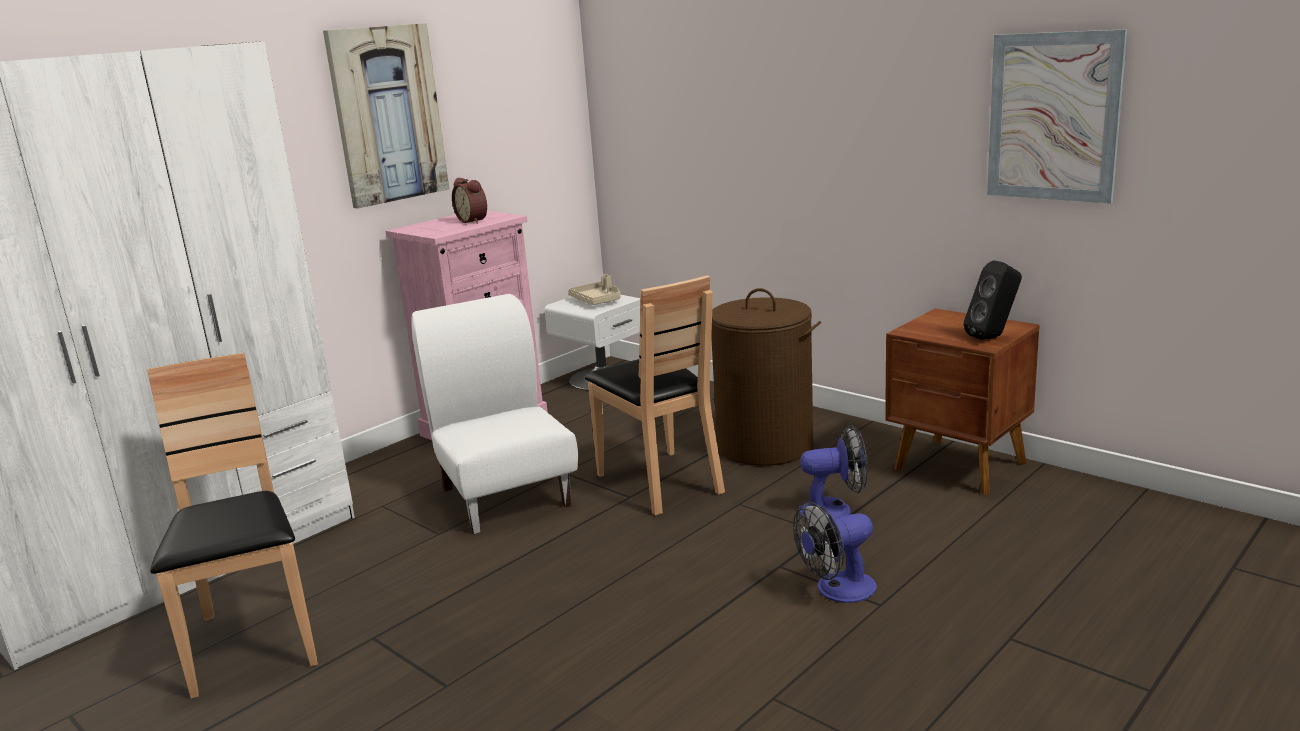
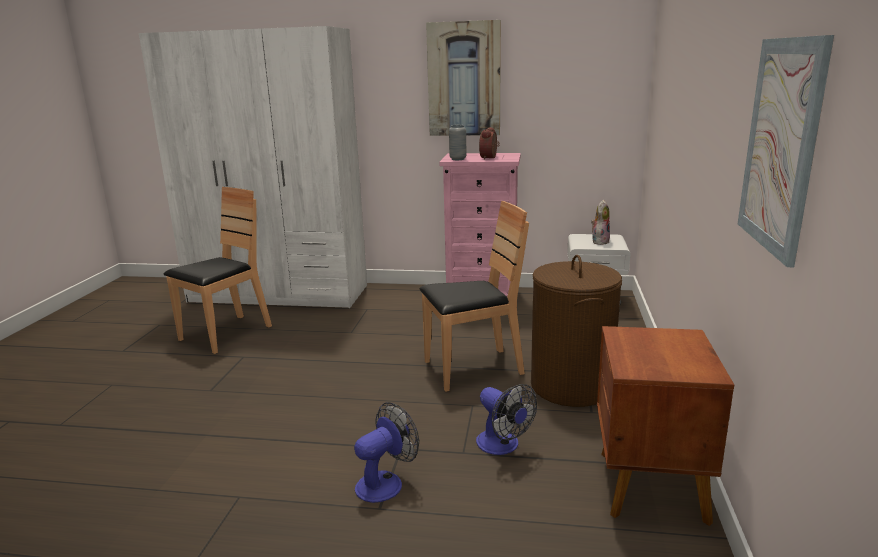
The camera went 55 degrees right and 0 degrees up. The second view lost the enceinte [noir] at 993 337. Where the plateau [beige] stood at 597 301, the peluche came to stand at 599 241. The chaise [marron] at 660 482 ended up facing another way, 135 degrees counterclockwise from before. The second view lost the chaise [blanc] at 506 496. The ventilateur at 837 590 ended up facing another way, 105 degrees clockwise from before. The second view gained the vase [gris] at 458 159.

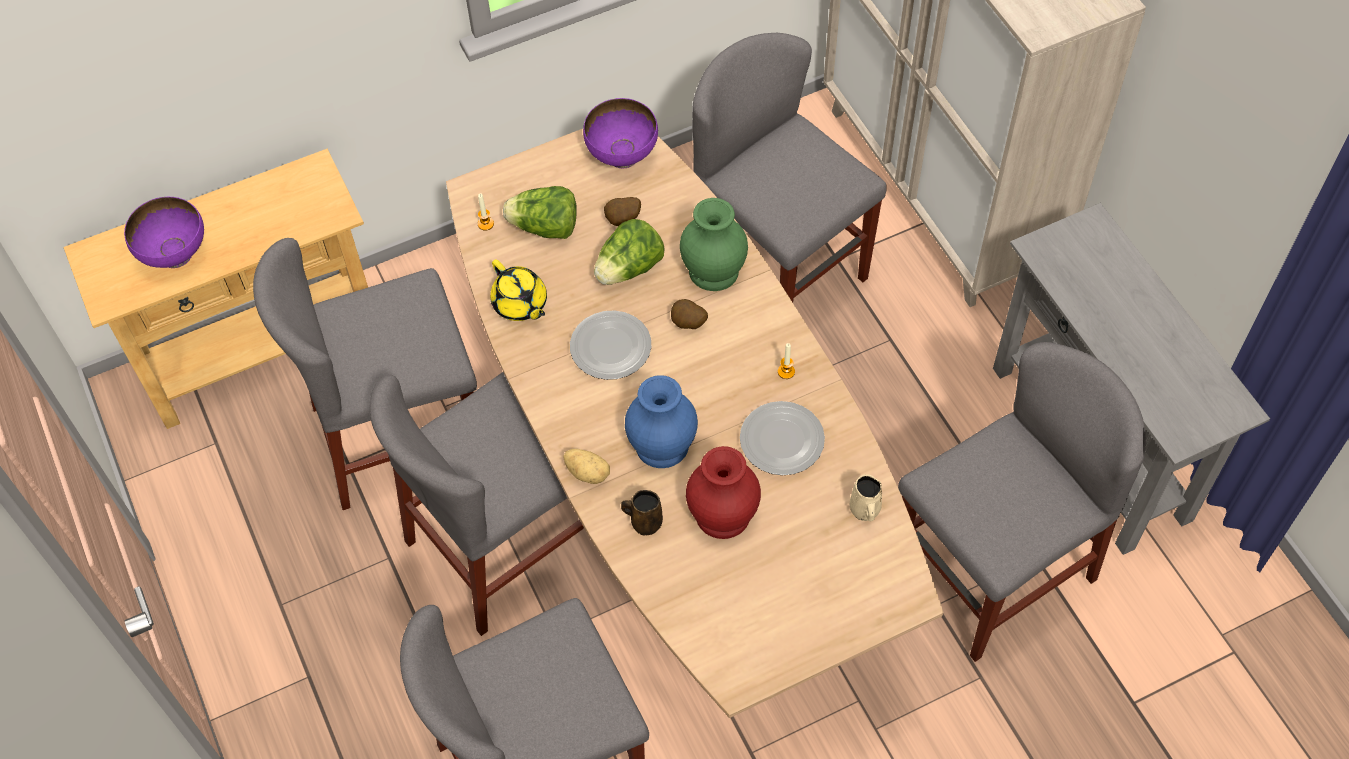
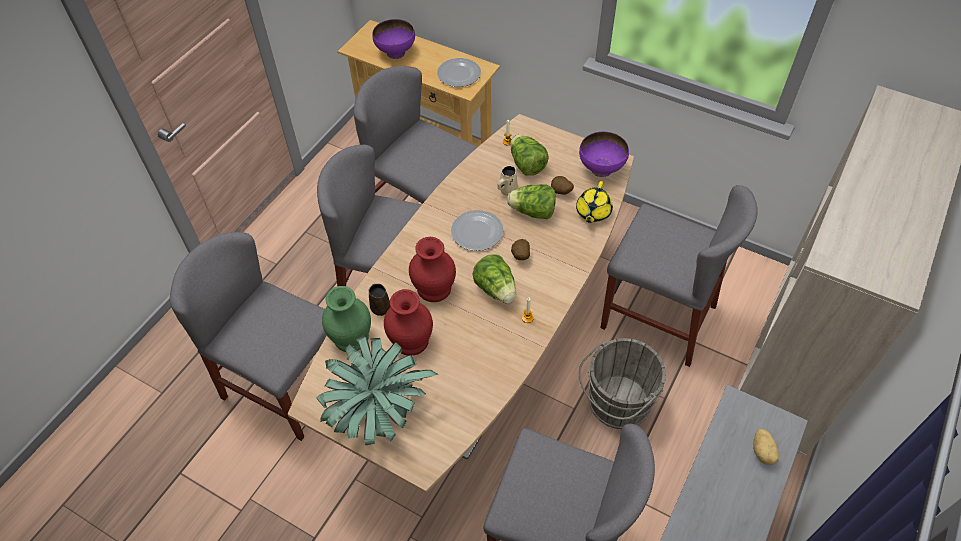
The camera went 55 degrees right and 5 degrees down. The chaise [gris] at 777 270 ended up facing another way, 105 degrees clockwise from before. The vase [vert] ended up elsewhere, having gone from 715 271 to 351 337. The théière [jaune] ended up elsewhere, having gone from 520 304 to 593 212. What was the vase [bleu] at 663 445 turned into the vase [rouge] at 434 288. The assiette ended up elsewhere, having gone from 782 441 to 458 74. The pomme de terre ended up elsewhere, having gone from 588 472 to 763 452. The mug [beige] ended up elsewhere, having gone from 865 511 to 507 190. The second view gained the laitue at 496 289. The second view gained the plante en pot at 377 408. The second view gained the seau [gris] at 615 404.

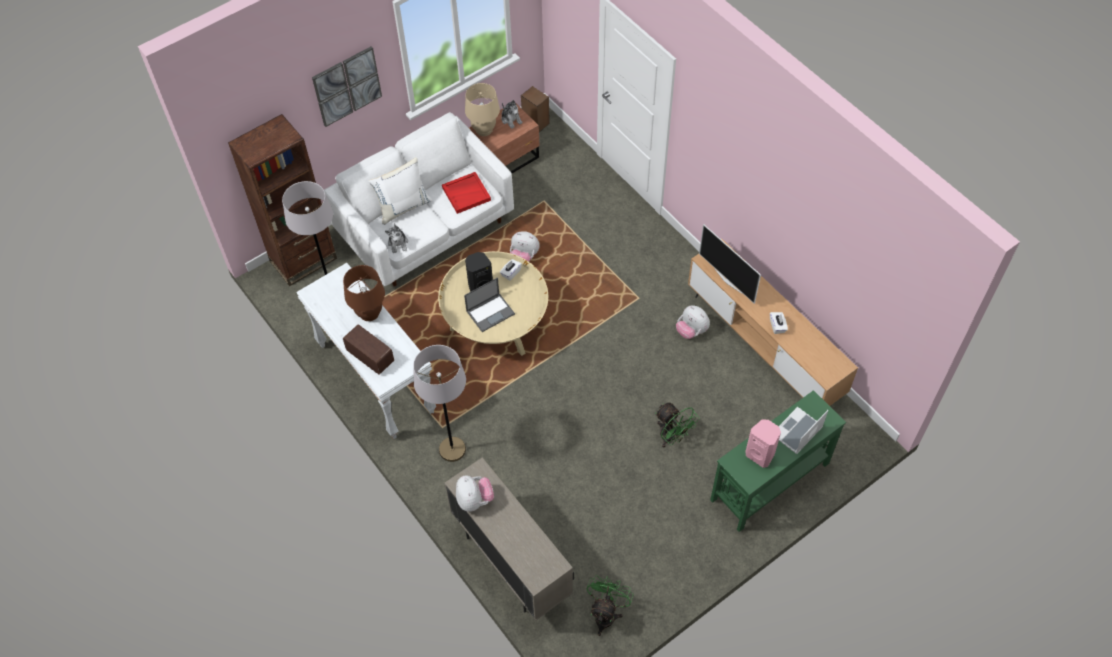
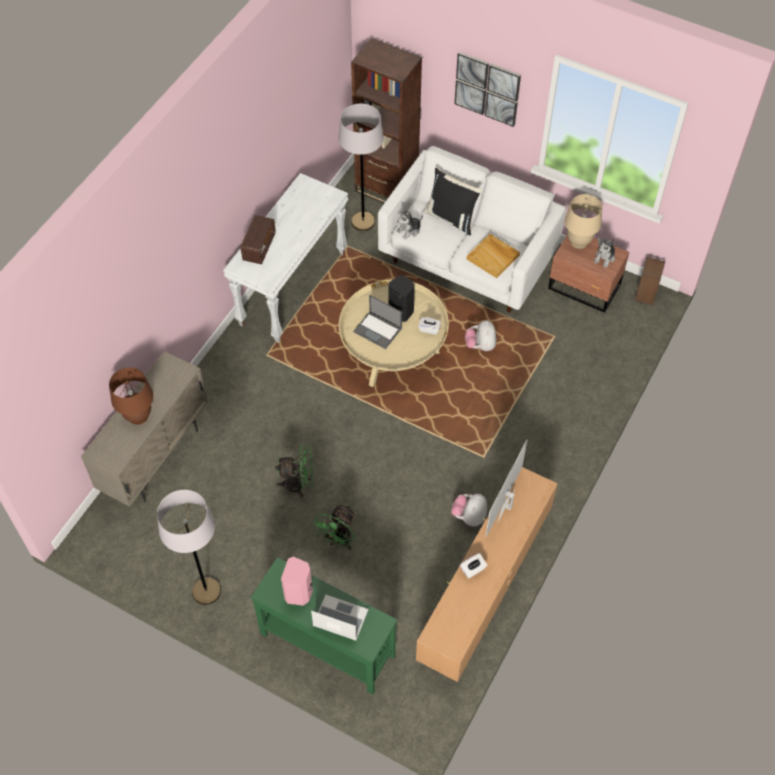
The camera went 65 degrees right and 0 degrees up. What was the coussin [blanc] at 403 206 turned into the coussin [noir] at 451 218. What was the plateau [rouge] at 466 193 turned into the plateau [beige] at 493 257. The lampe de table [marron] ended up elsewhere, having gone from 369 313 to 138 415. The lampadaire [gris] ended up elsewhere, having gone from 452 449 to 206 591. The second view lost the peluche at 475 500. The ventilateur [vert] ended up elsewhere, having gone from 606 613 to 299 484.

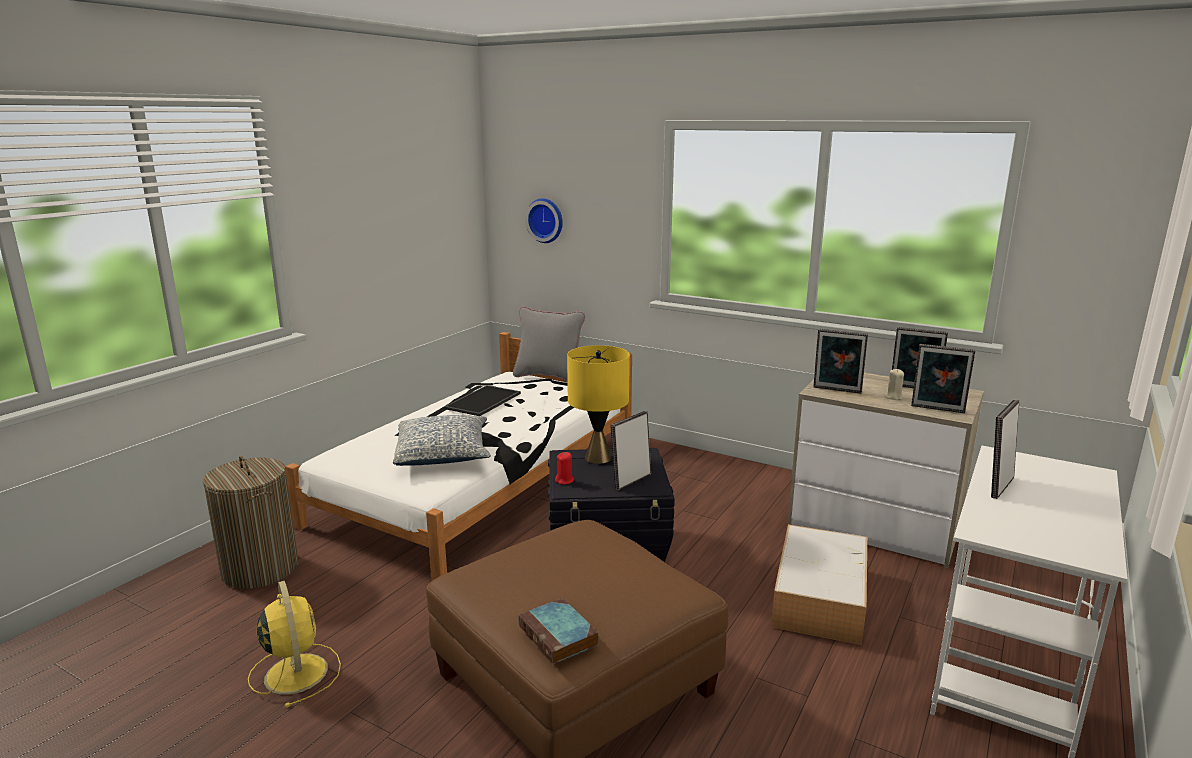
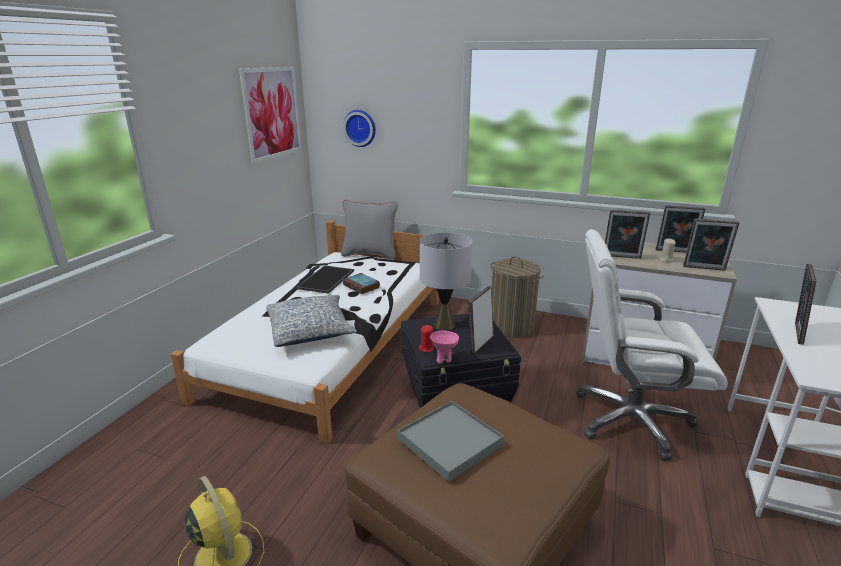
The camera went 10 degrees left and 5 degrees up. What was the lampe de table [jaune] at 597 458 turned into the lampe de table [gris] at 444 325. The panier à linge ended up elsewhere, having gone from 260 569 to 511 327. Where the boîte de rangement stood at 819 595, the chaise de bureau [blanc] came to stand at 630 420. The livre ended up elsewhere, having gone from 559 636 to 362 286. The second view gained the tableau at 272 113. The second view gained the bol [rose] at 443 360. The second view gained the plateau [gris] at 450 442.

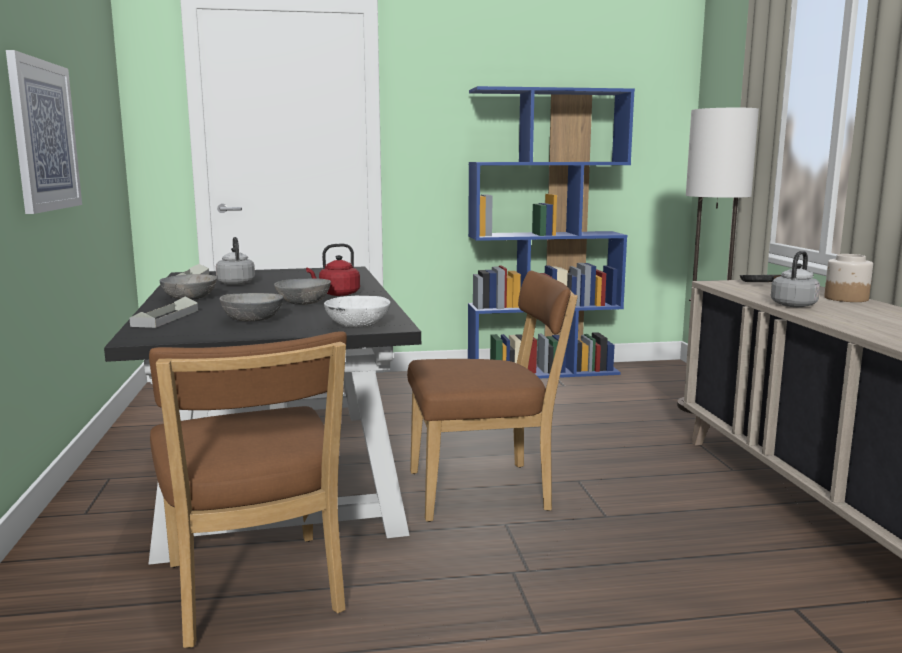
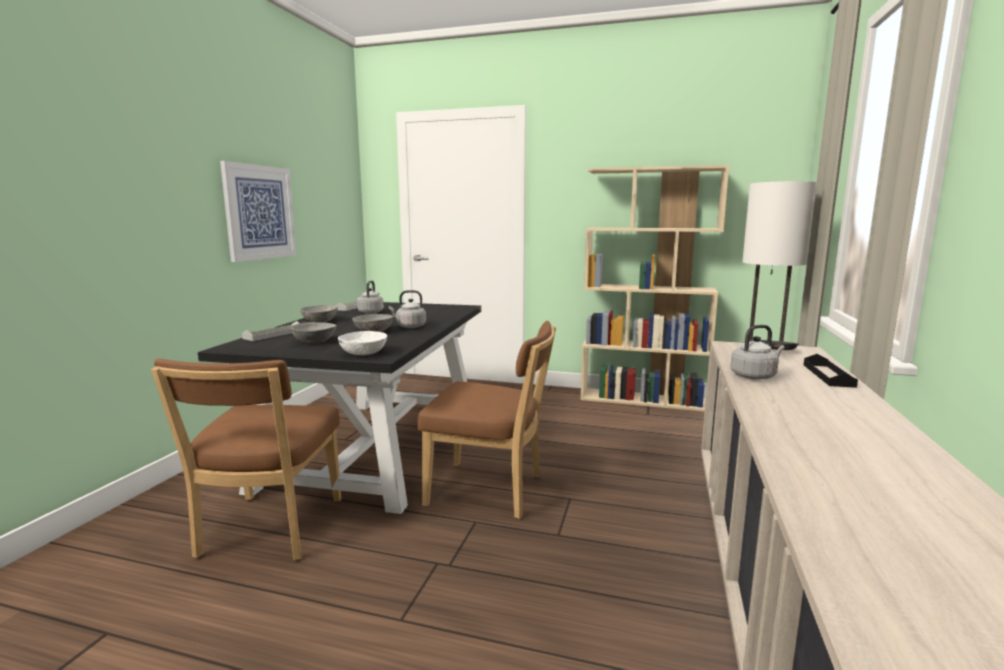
The camera went 25 degrees right and 0 degrees up. What was the bibliothèque [bleu] at 543 372 turned into the bibliothèque [beige] at 643 400. What was the bouilloire [rouge] at 337 294 turned into the bouilloire [gris] at 409 326. Where the bocal stood at 845 298, the plateau [noir] came to stand at 828 375.

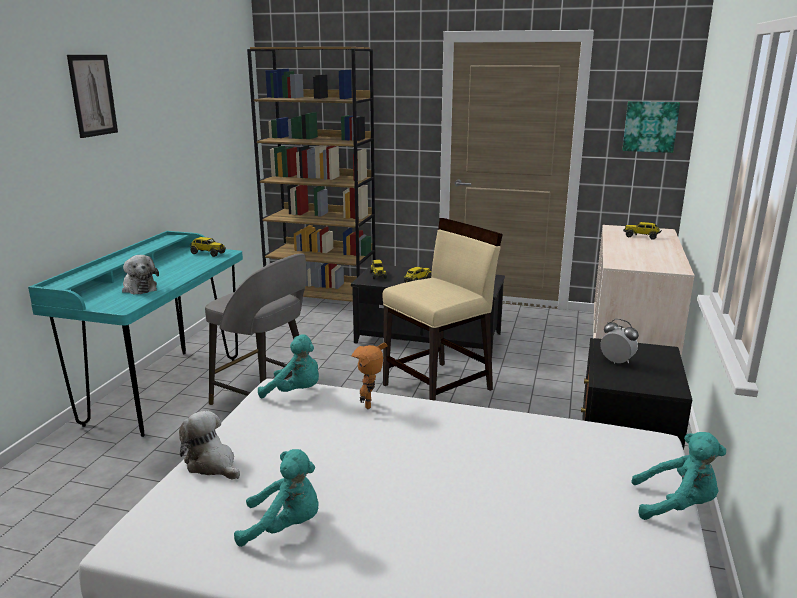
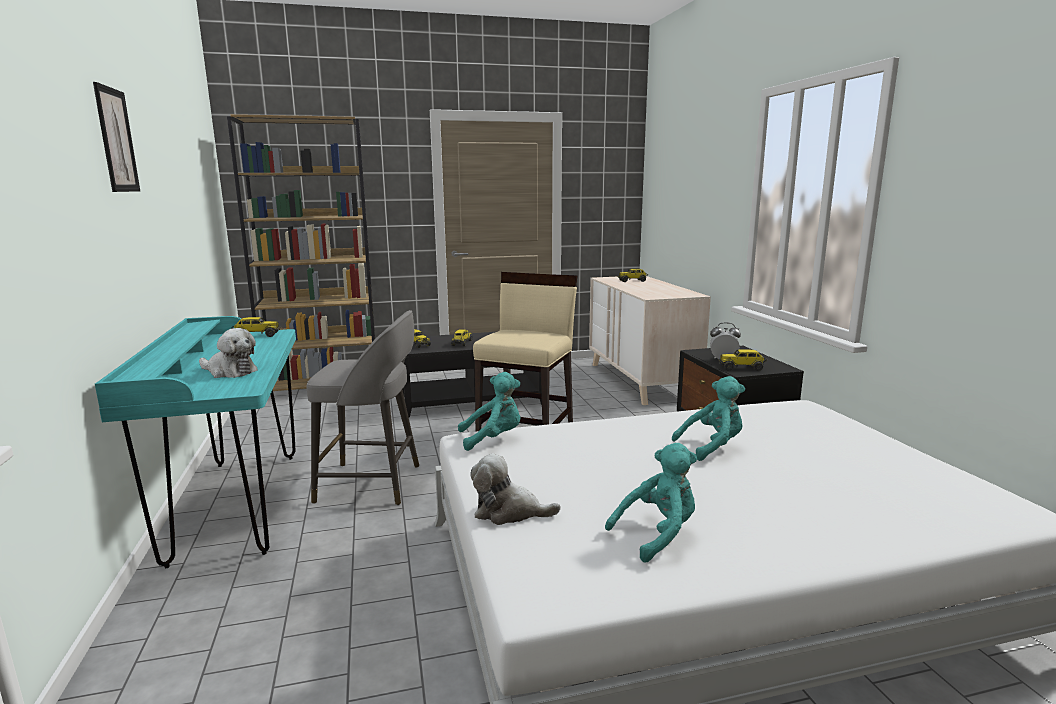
The camera went 30 degrees left and 5 degrees down. The second view lost the tableau at 650 126. The second view lost the robot jouet at 371 404. The peluche [turquoise] ended up elsewhere, having gone from 676 505 to 712 446. The second view gained the camion jouet at 741 368.

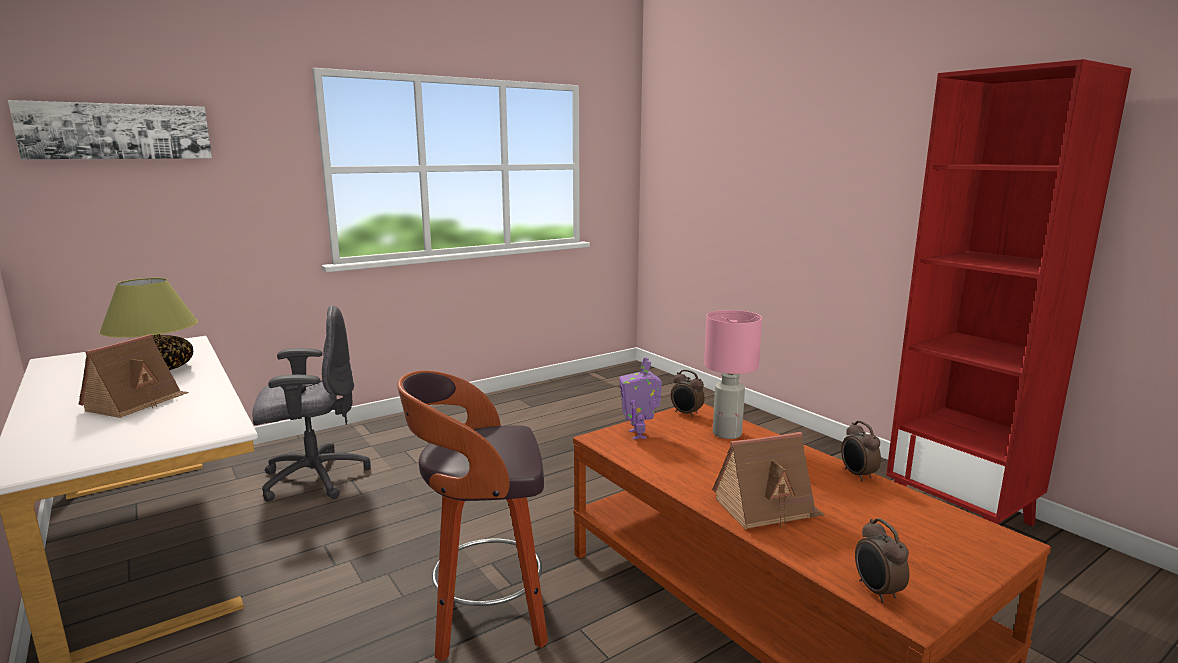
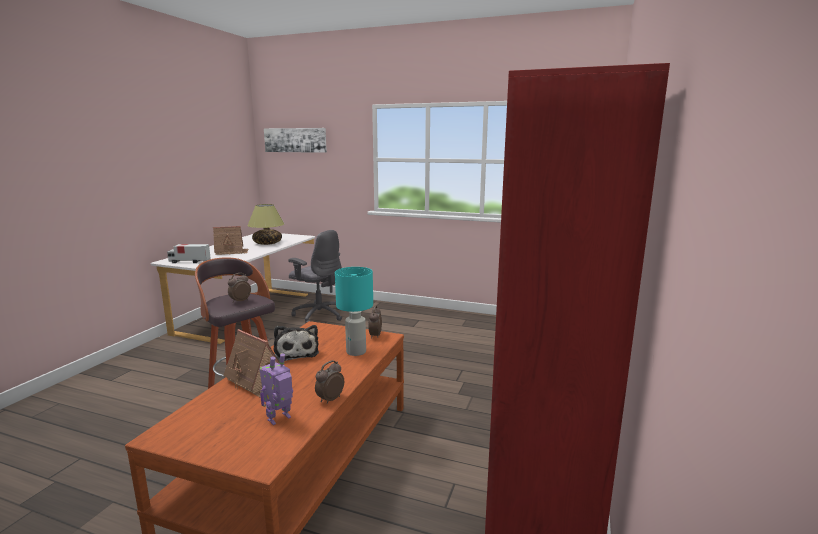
The camera went 55 degrees right and 0 degrees up. What was the lampe de table [rose] at 728 434 turned into the lampe de table [turquoise] at 356 352. The robot jouet ended up elsewhere, having gone from 639 434 to 280 419. The réveil ended up elsewhere, having gone from 876 591 to 240 301. The second view gained the camion jouet at 189 261. The second view gained the peluche at 296 352.

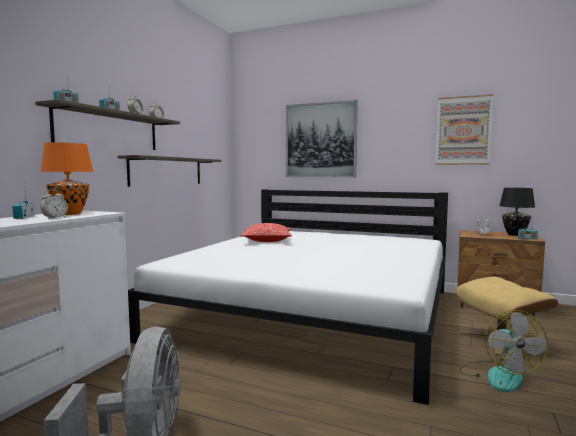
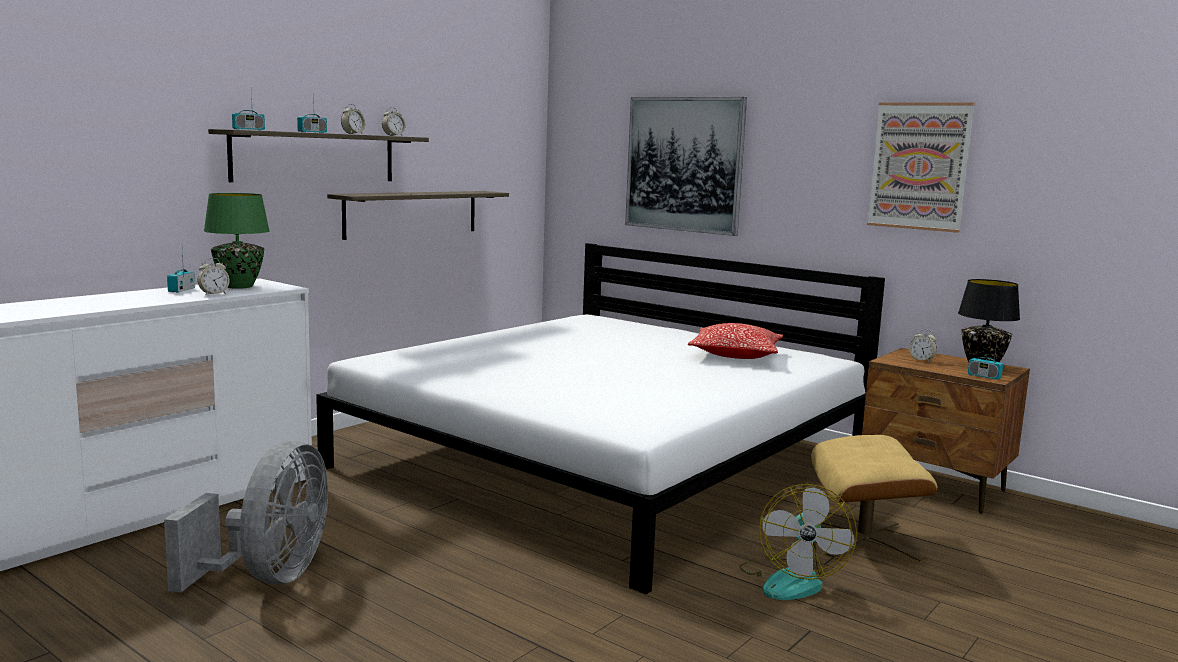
The camera went 15 degrees right and 5 degrees up. What was the lampe de table [orange] at 70 214 turned into the lampe de table [vert] at 240 286. The coussin ended up elsewhere, having gone from 267 240 to 735 355.

